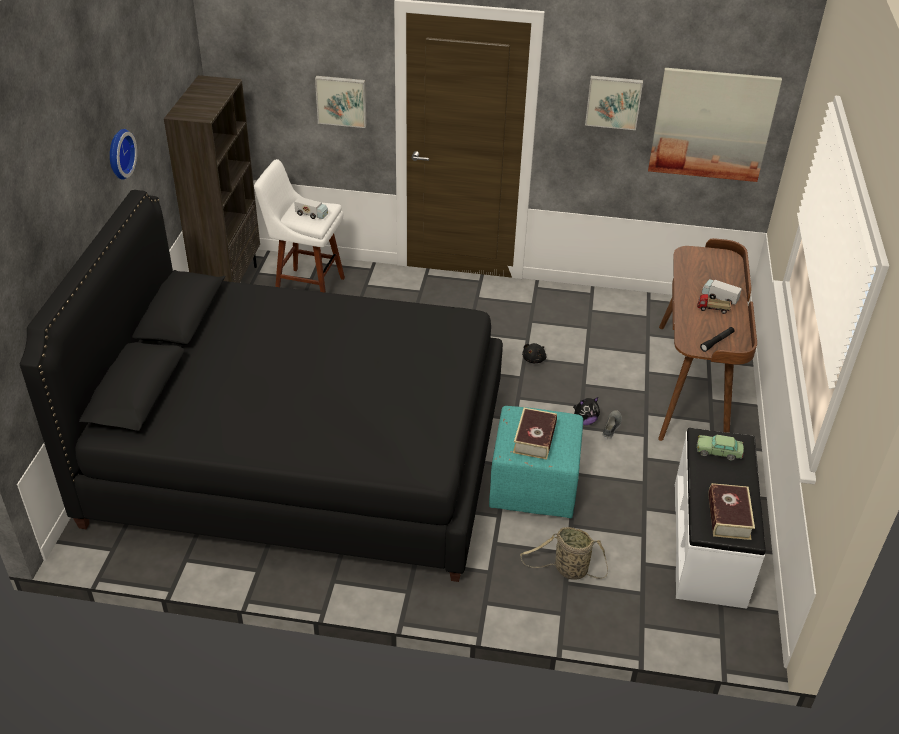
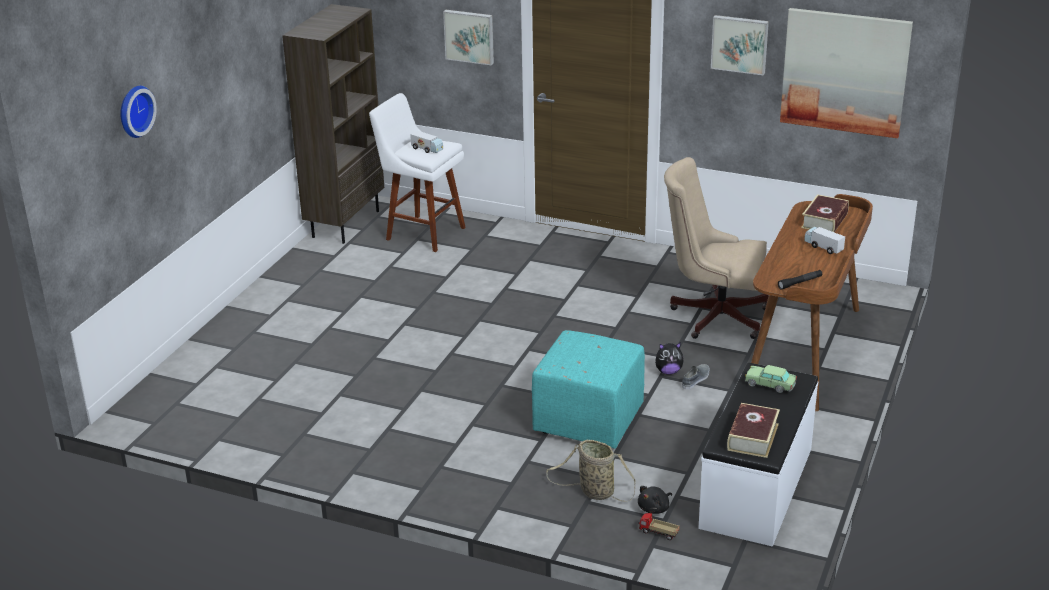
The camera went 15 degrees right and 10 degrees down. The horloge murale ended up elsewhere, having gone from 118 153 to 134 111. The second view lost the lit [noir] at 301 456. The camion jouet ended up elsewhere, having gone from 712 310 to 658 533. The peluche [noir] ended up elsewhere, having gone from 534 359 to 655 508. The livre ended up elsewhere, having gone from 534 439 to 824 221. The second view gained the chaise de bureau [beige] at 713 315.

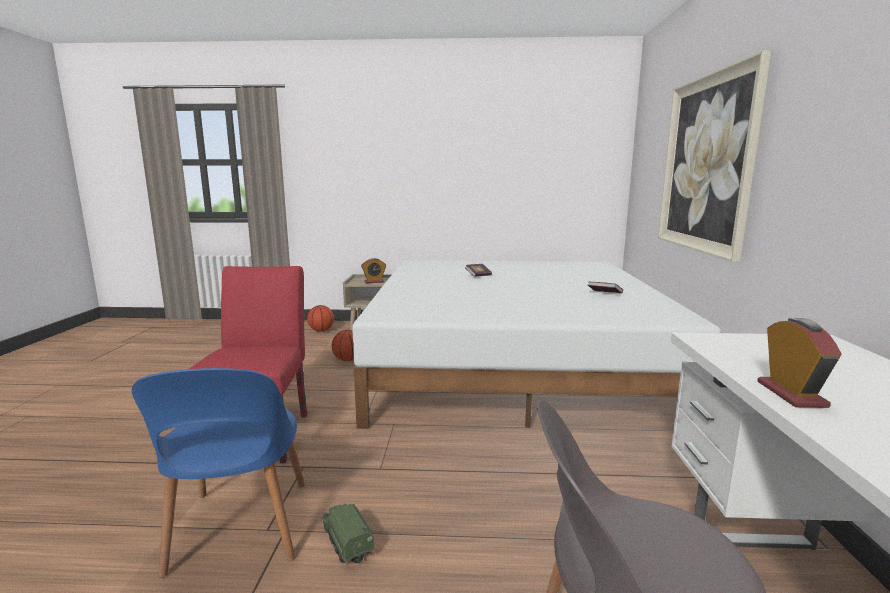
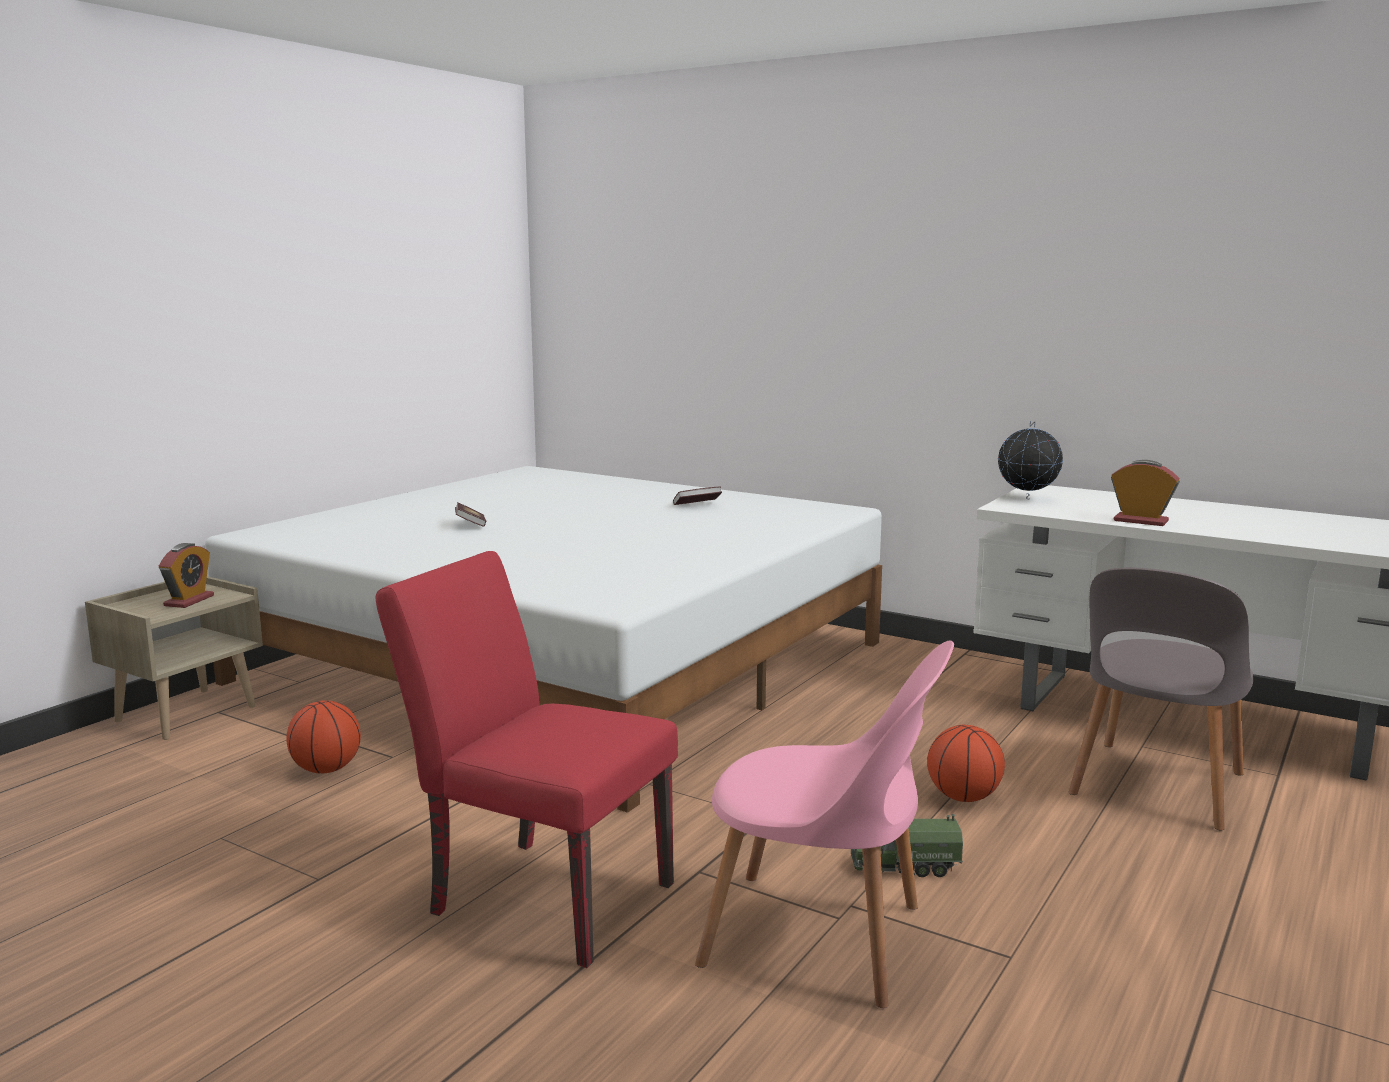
The camera went 60 degrees left and 0 degrees up. The second view lost the tableau at 706 164. The ballon de basket ended up elsewhere, having gone from 321 330 to 963 797. What was the chaise [bleu] at 239 530 turned into the chaise [rose] at 822 939. The second view gained the globe at 1027 499.

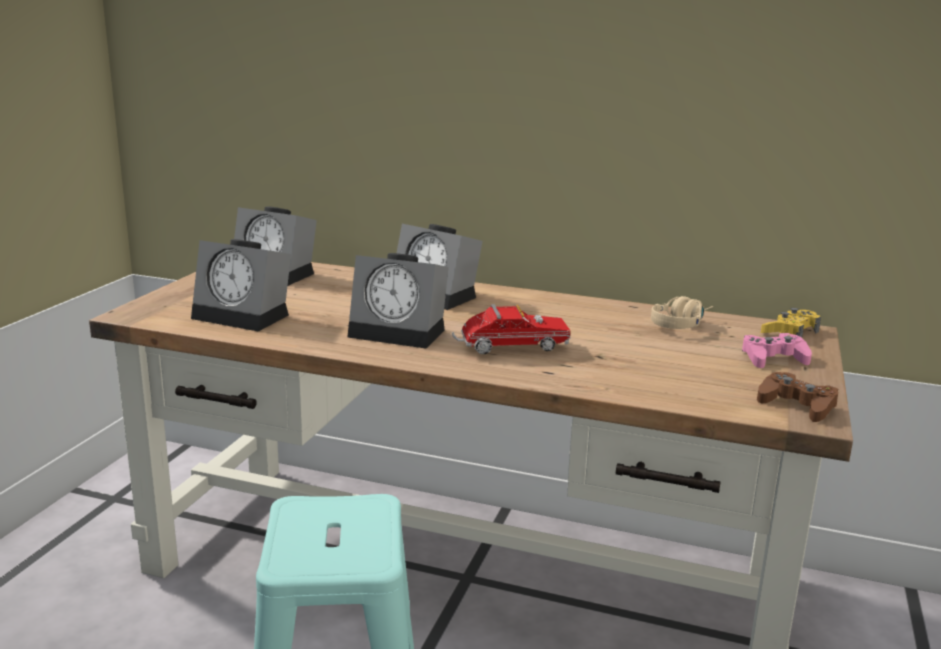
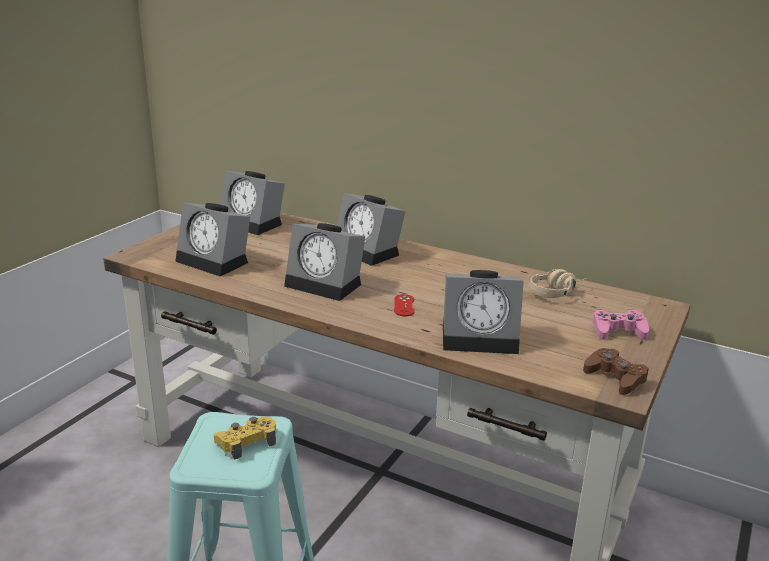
The camera went 10 degrees right and 5 degrees up. Where the camion jouet stood at 508 348, the manette [rouge] came to stand at 404 305. The manette [jaune] ended up elsewhere, having gone from 790 332 to 247 442. The second view gained the réveil at 482 337.

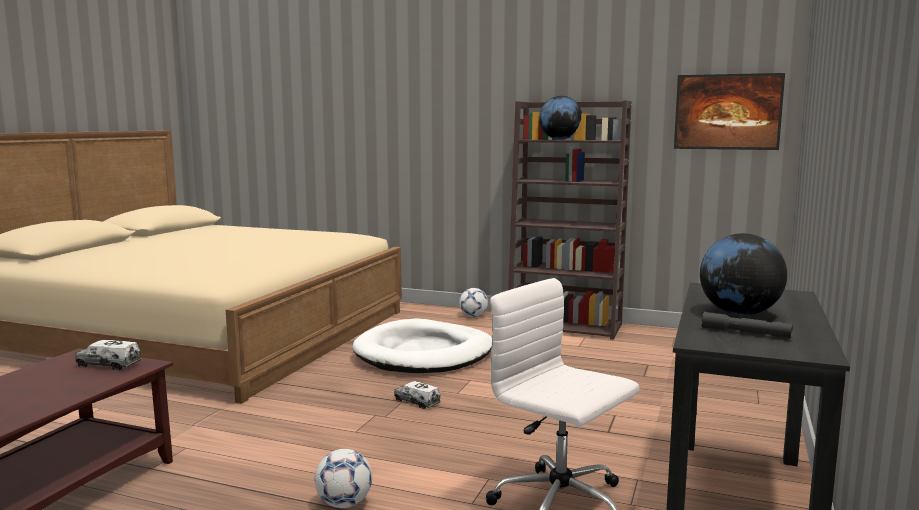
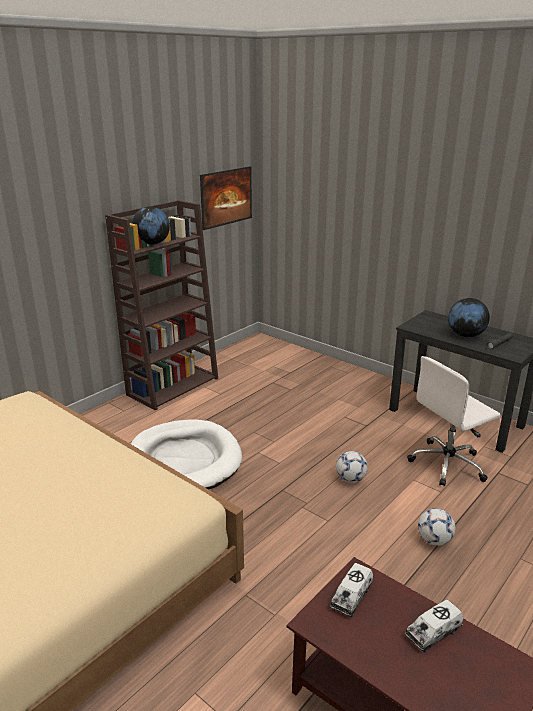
The camera went 70 degrees left and 15 degrees up. The ballon de foot ended up elsewhere, having gone from 473 316 to 350 479. The camion jouet ended up elsewhere, having gone from 417 402 to 433 632.

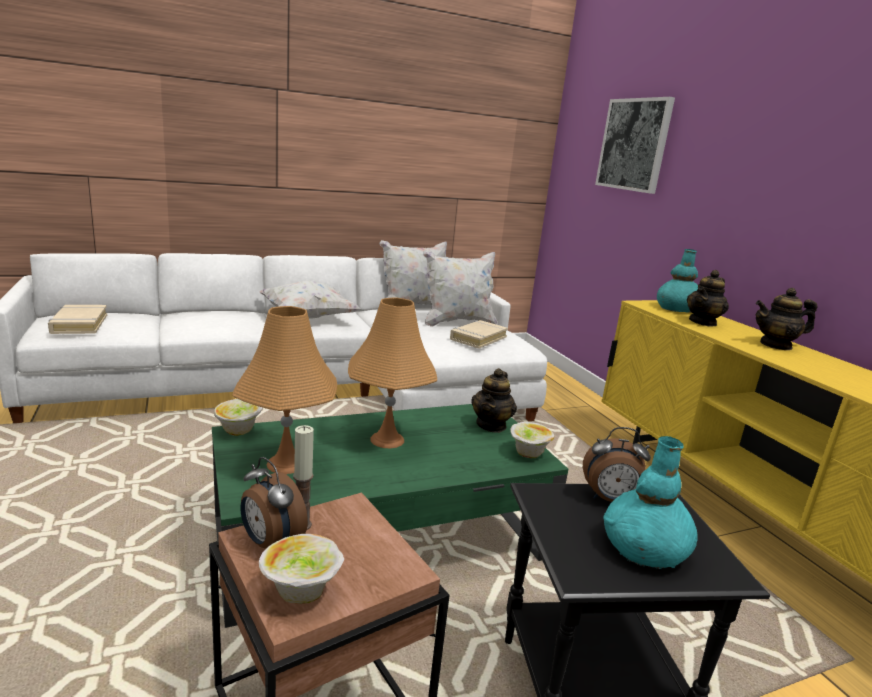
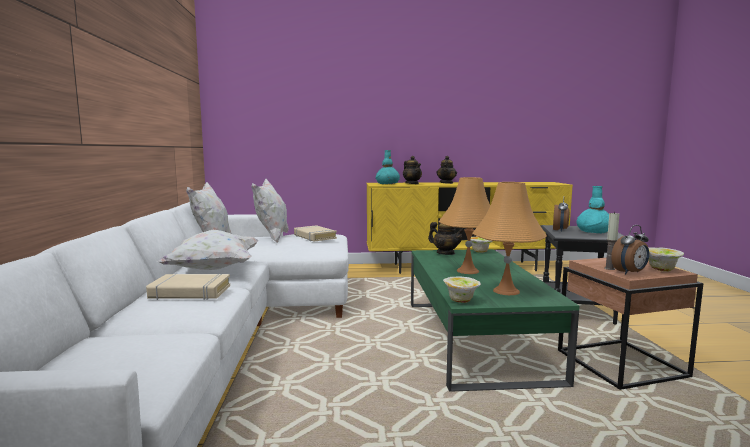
The camera went 70 degrees left and 10 degrees down. The second view lost the tableau at 634 145. The livre [beige] ended up elsewhere, having gone from 79 324 to 190 292.

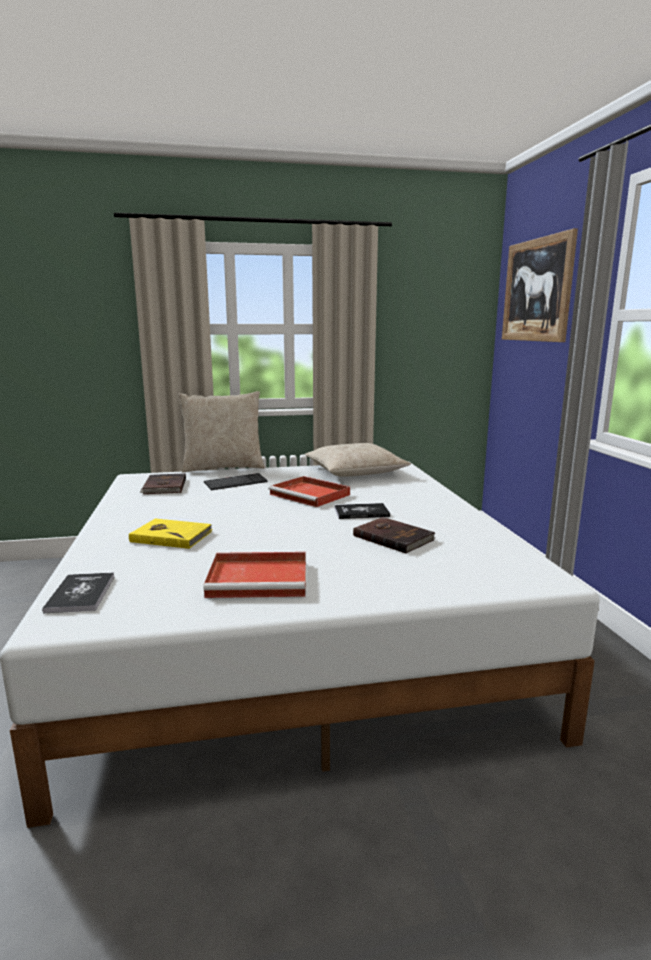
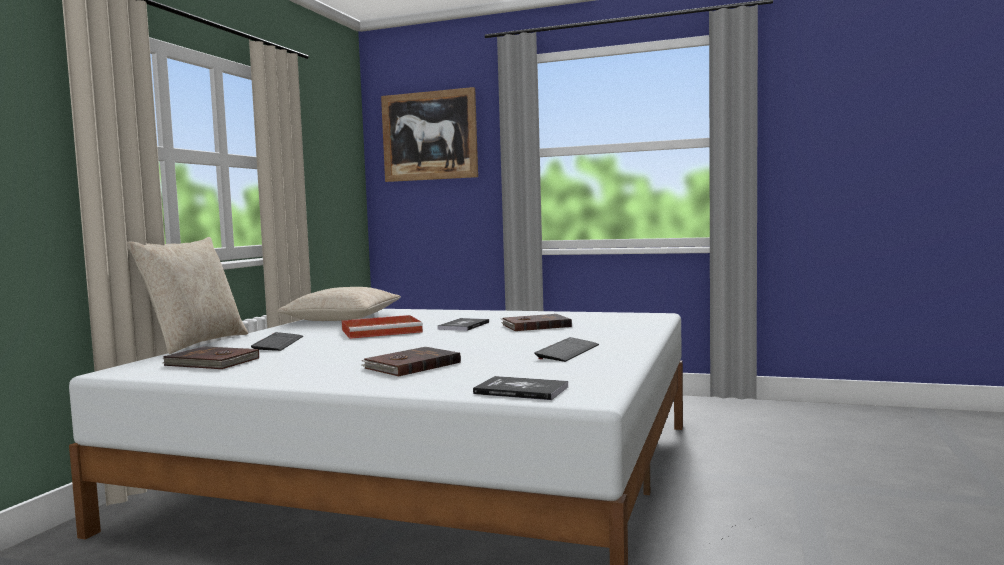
The camera went 60 degrees left and 10 degrees down. What was the livre [jaune] at 171 536 turned into the livre [marron] at 411 365. Where the plateau [rouge] stood at 260 579, the clavier came to stand at 567 351.

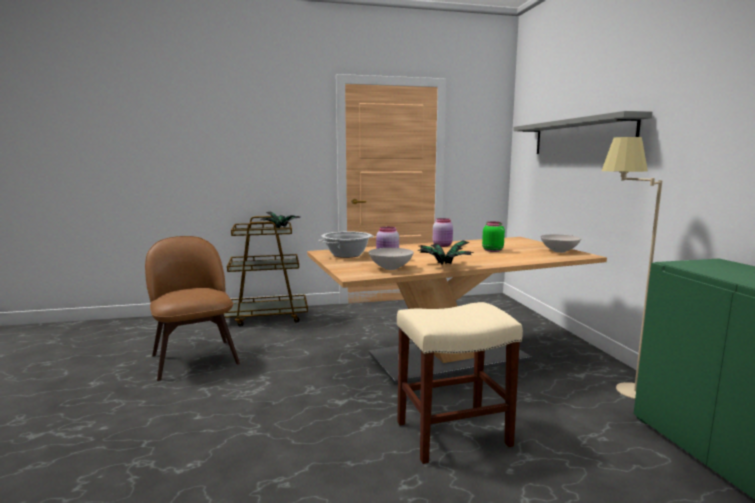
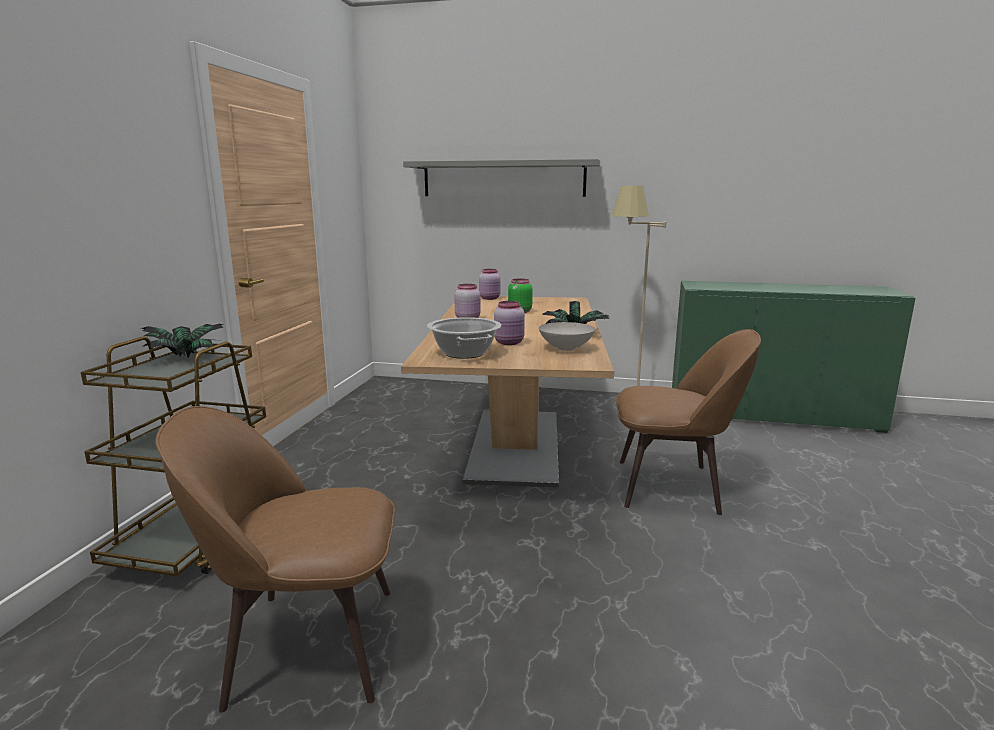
The camera went 65 degrees left and 5 degrees up. The second view lost the bol [blanc] at 559 251. Where the tabouret [beige] stood at 452 434, the chaise [marron] came to stand at 672 486. The second view gained the bocal [rose] at 490 298.

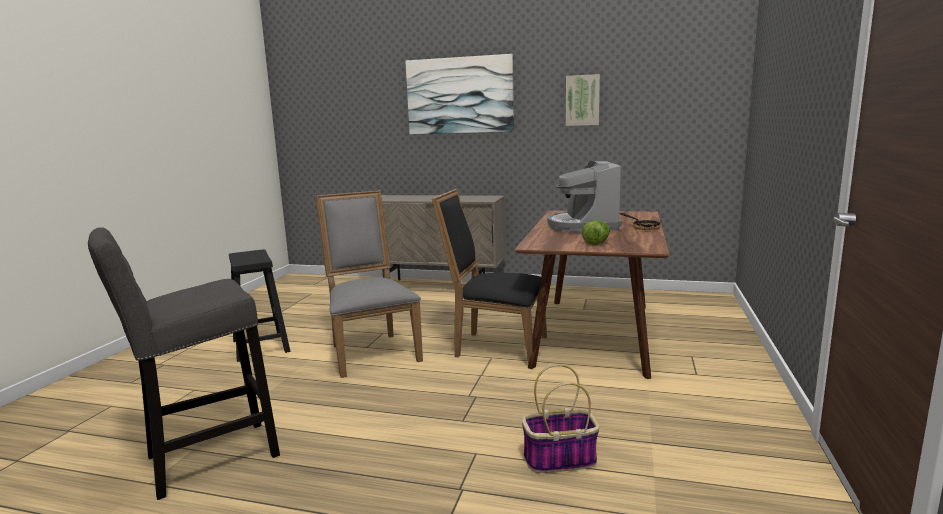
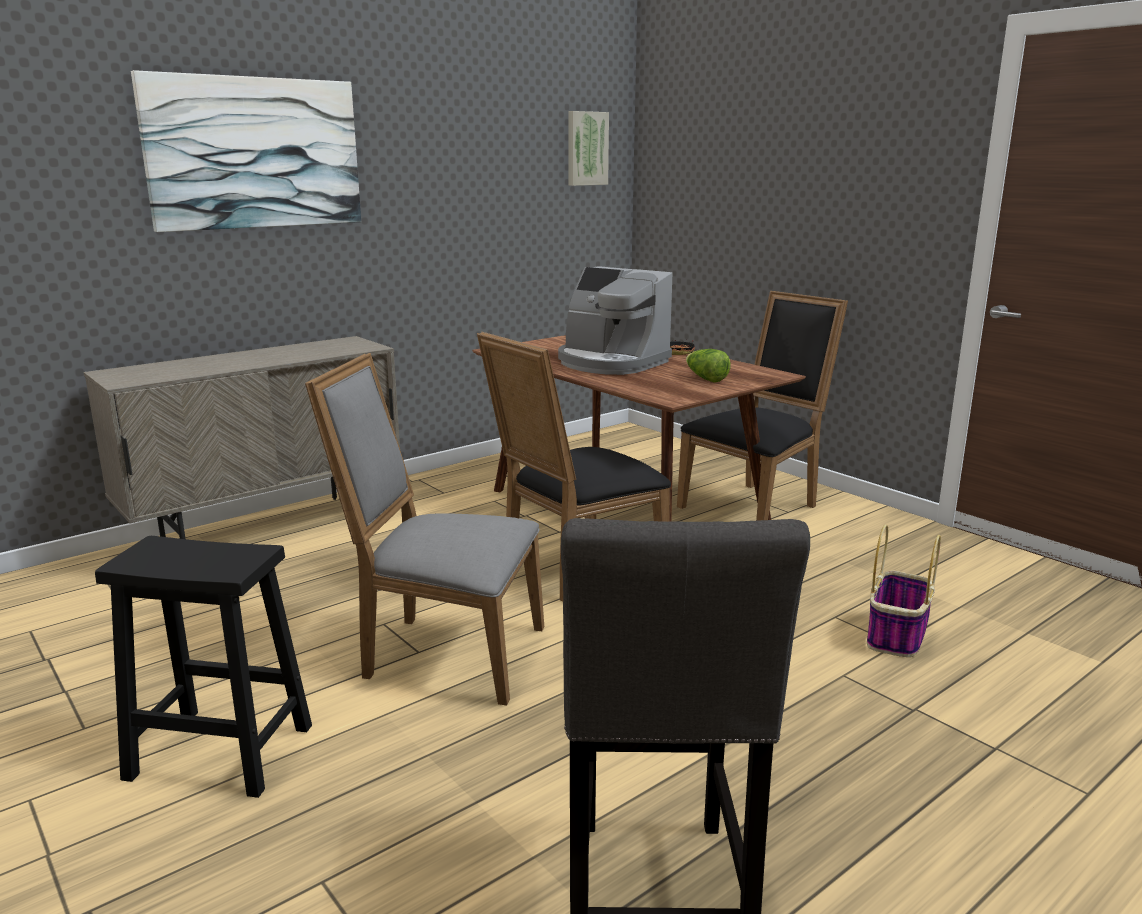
The camera went 55 degrees left and 5 degrees up. The tableau ended up elsewhere, having gone from 582 100 to 586 148. The second view gained the chaise [noir] at 755 506.

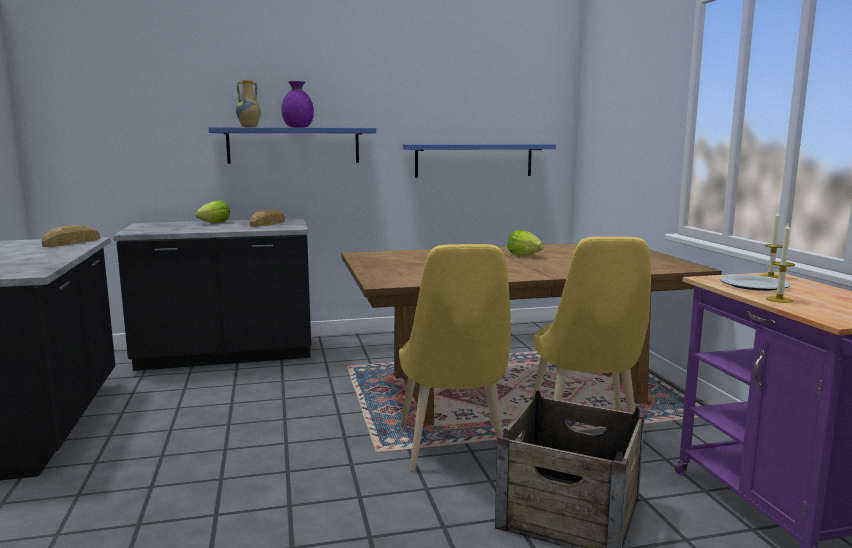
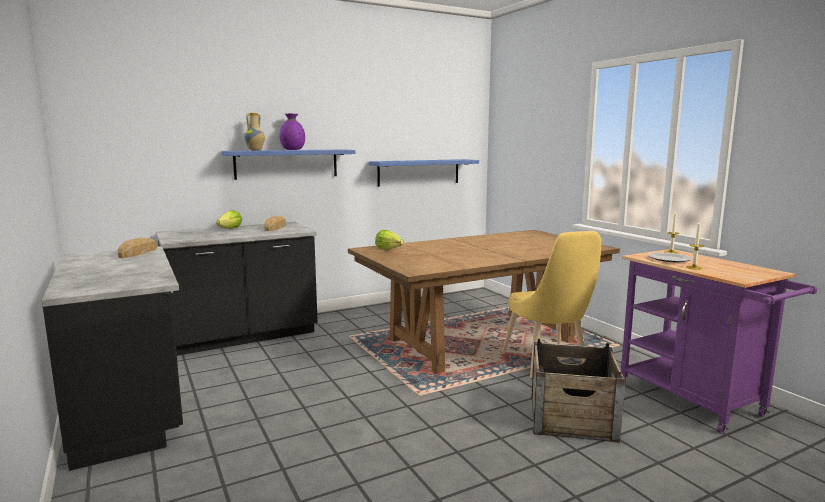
The camera went 15 degrees left and 0 degrees up. The laitue ended up elsewhere, having gone from 524 255 to 388 249. The second view lost the chaise [jaune] at 454 450.

